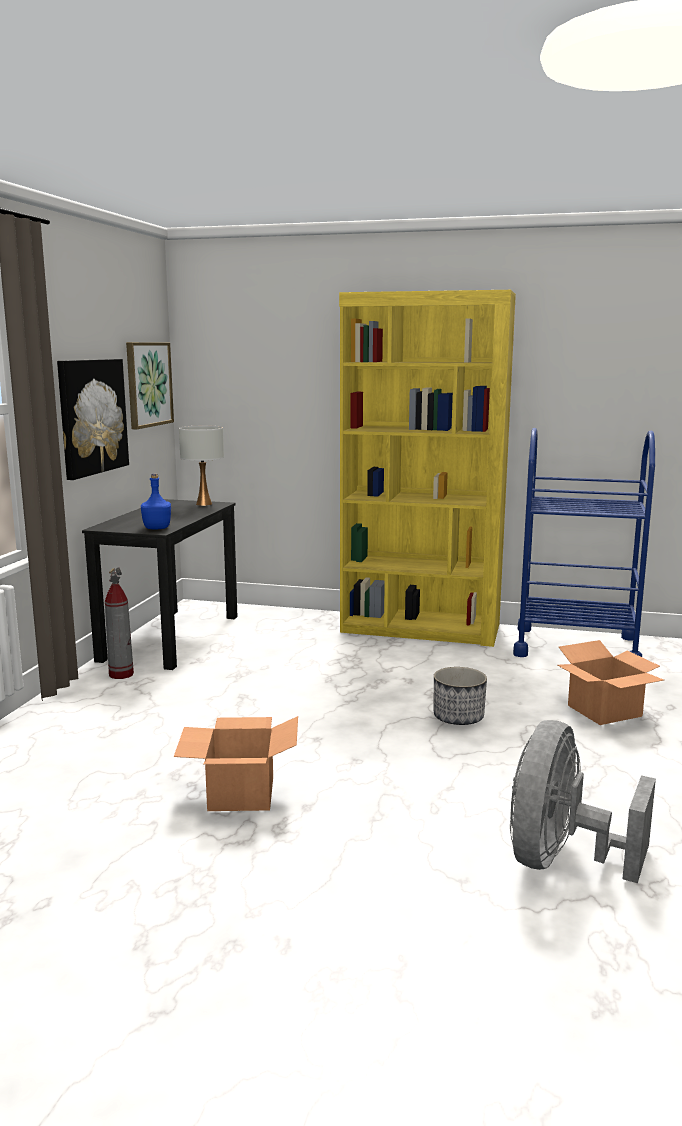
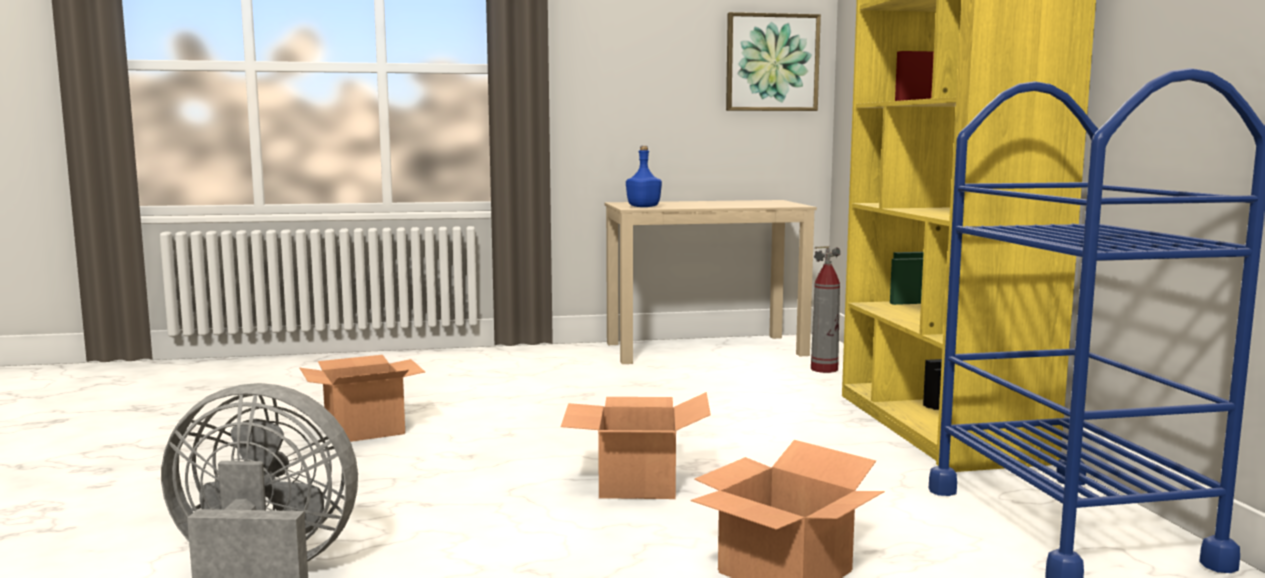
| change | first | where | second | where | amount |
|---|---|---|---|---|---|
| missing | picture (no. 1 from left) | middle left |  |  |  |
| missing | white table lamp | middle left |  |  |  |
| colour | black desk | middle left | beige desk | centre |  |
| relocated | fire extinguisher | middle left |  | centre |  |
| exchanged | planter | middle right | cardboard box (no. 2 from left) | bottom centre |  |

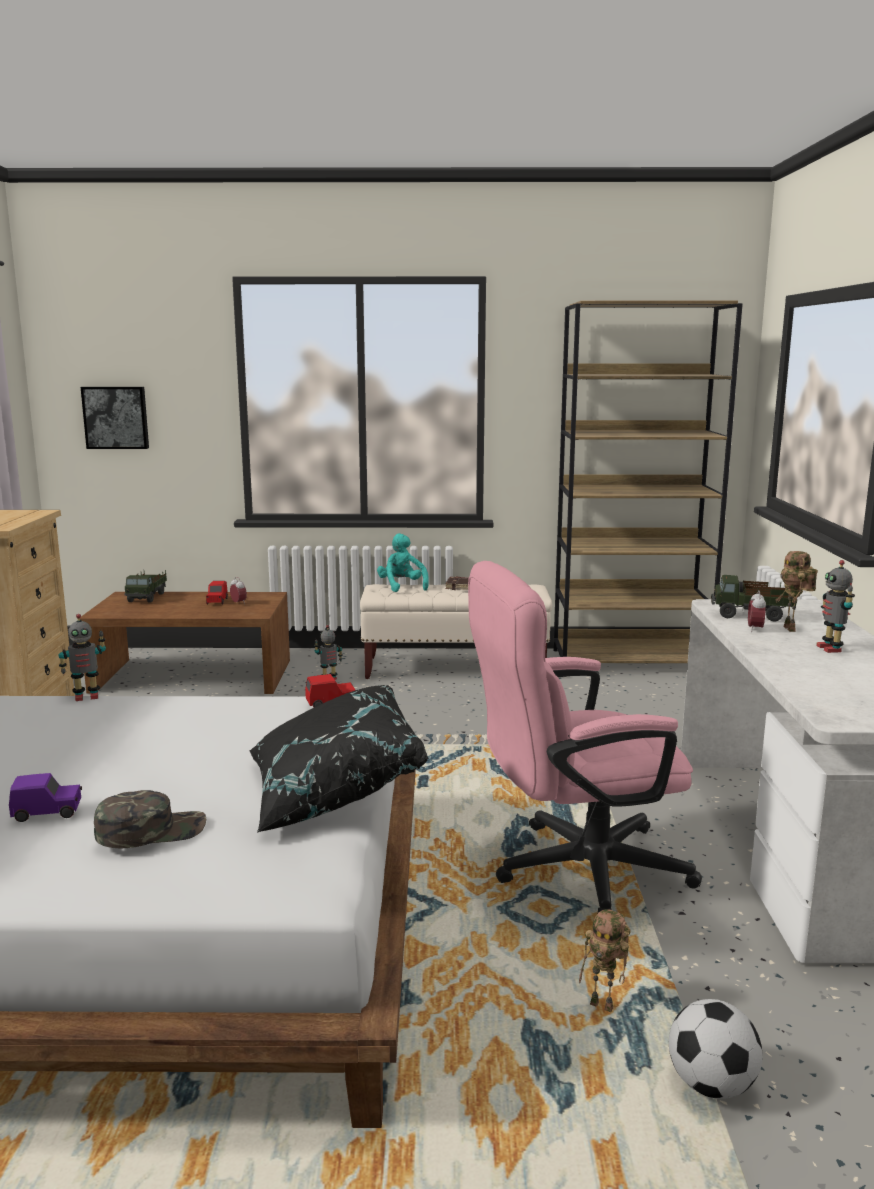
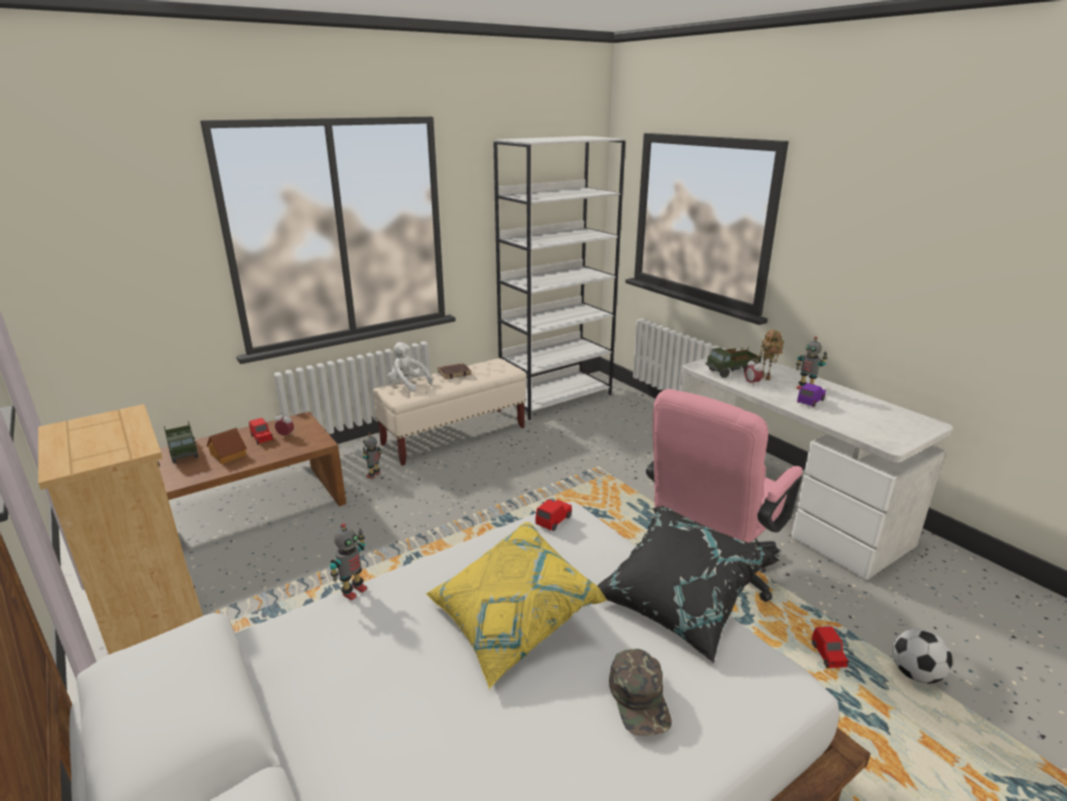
| change | first | where | second | where | amount |
|---|---|---|---|---|---|
| colour | brown bookcase | middle right | white bookcase | centre |  |
| missing | picture | middle left |  |  |  |
| colour | turquoise plush toy | centre | white plush toy | centre |  |
| relocated | purple toy car | bottom left |  | middle right |  |
| spun | green cap | bottom left |  | bottom centre | 135 degrees clockwise |
| exchanged | toy robot (no. 3 from left) | bottom right | red toy car (no. 3 from left) | bottom right |  |
| appeared |  |  | toy house | middle left |  |
| appeared |  |  | yellow pillow | bottom centre |  |

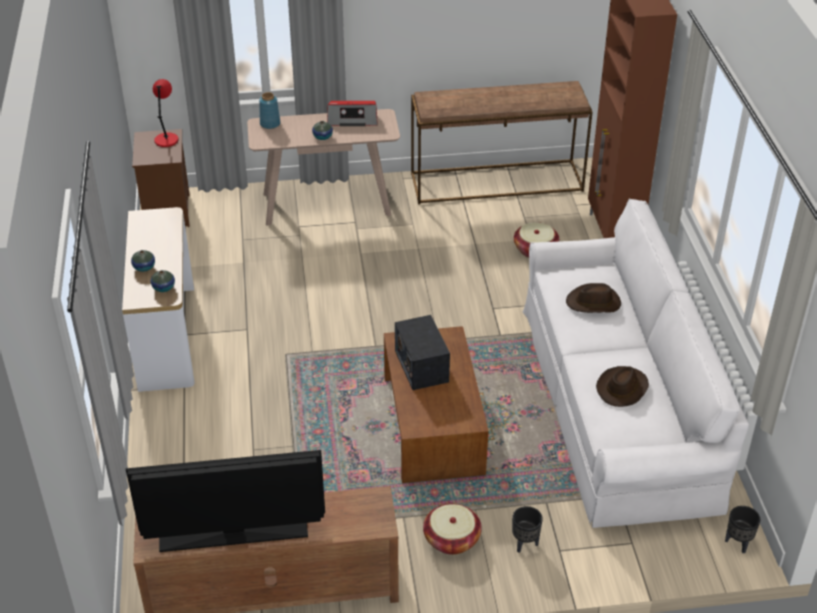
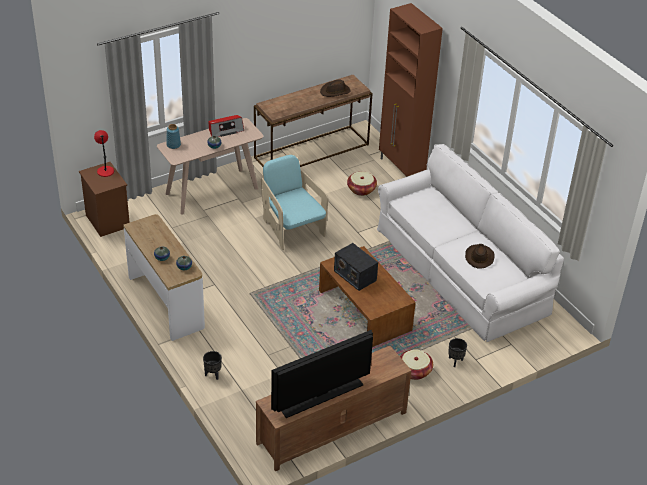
| change | first | where | second | where | amount |
|---|---|---|---|---|---|
| relocated | brown hat (no. 1 from left) | middle right |  | top centre |  |
| relocated | black planter (no. 2 from left in the first image) | bottom right | black planter (no. 1 from left) | bottom left |  |
| appeared |  |  | turquoise armchair | centre |  |

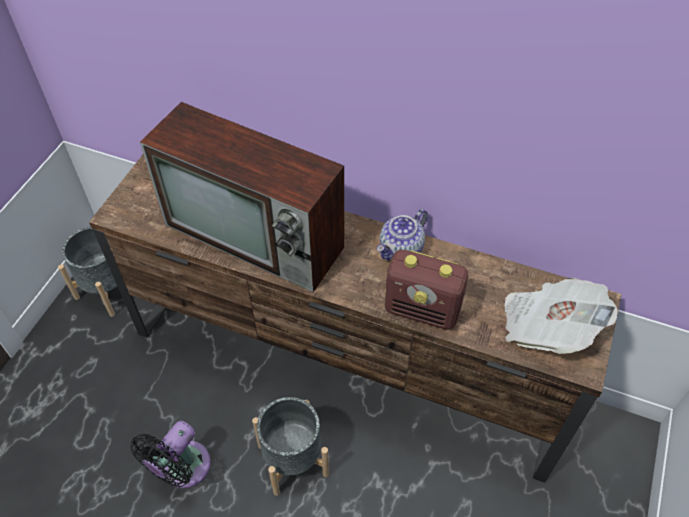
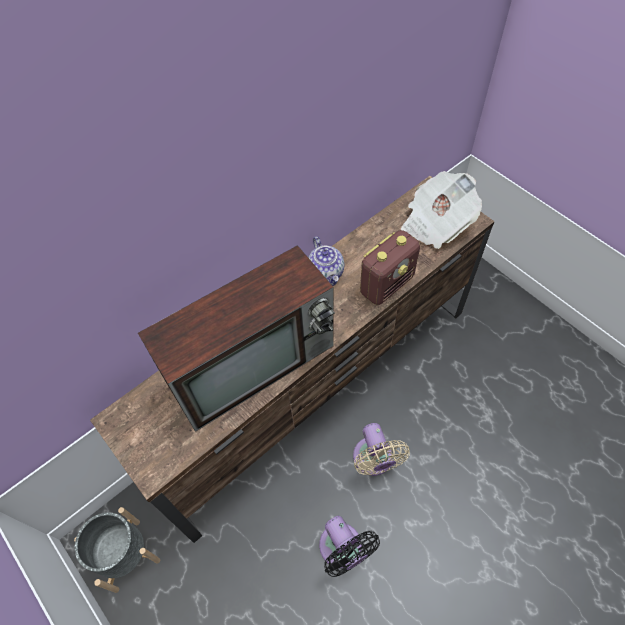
| change | first | where | second | where | amount |
|---|---|---|---|---|---|
| exchanged | grey planter (no. 2 from left) | bottom centre | beige fan | bottom centre |  |

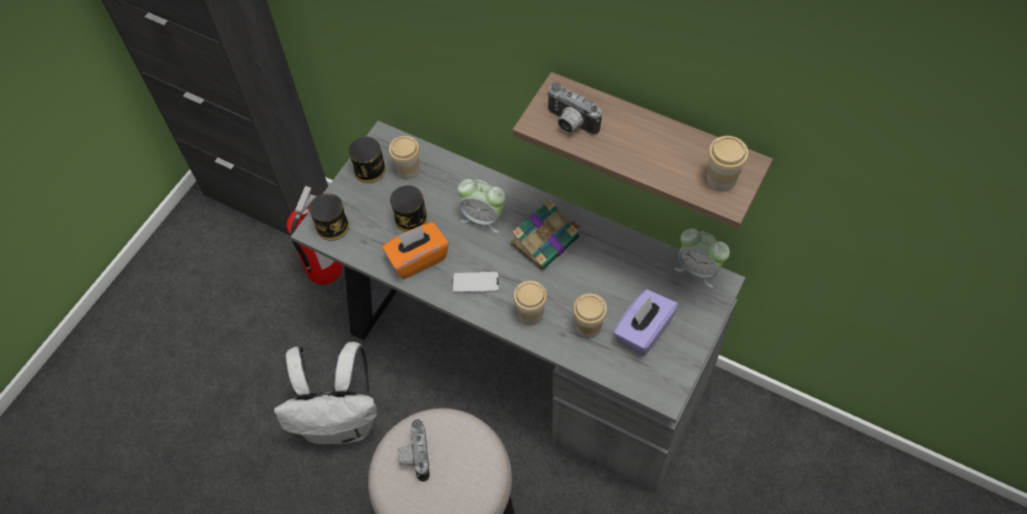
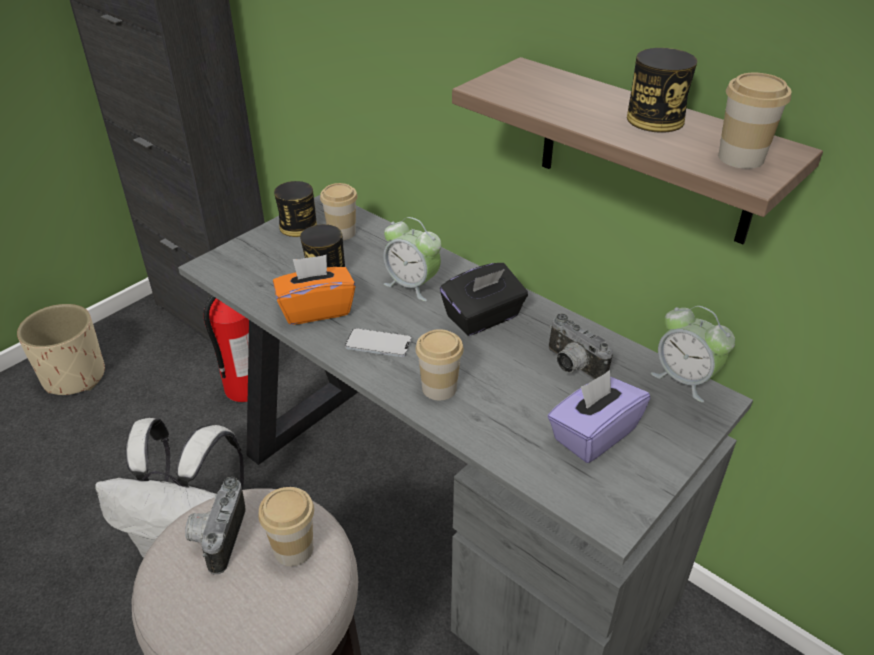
| change | first | where | second | where | amount |
|---|---|---|---|---|---|
| relocated | photo camera (no. 2 from left) | top centre |  | centre |  |
| relocated | can (no. 1 from left in the first image) | middle left | can (no. 3 from left) | top right |  |
| exchanged | book | centre | black tissue box | centre |  |
| relocated | cup (no. 3 from left in the first image) | centre | cup (no. 1 from left) | bottom left |  |
| appeared |  |  | beige planter | middle left |  |

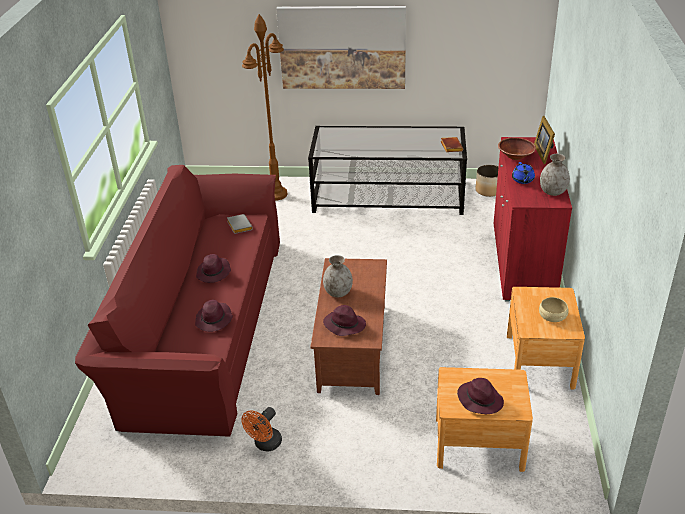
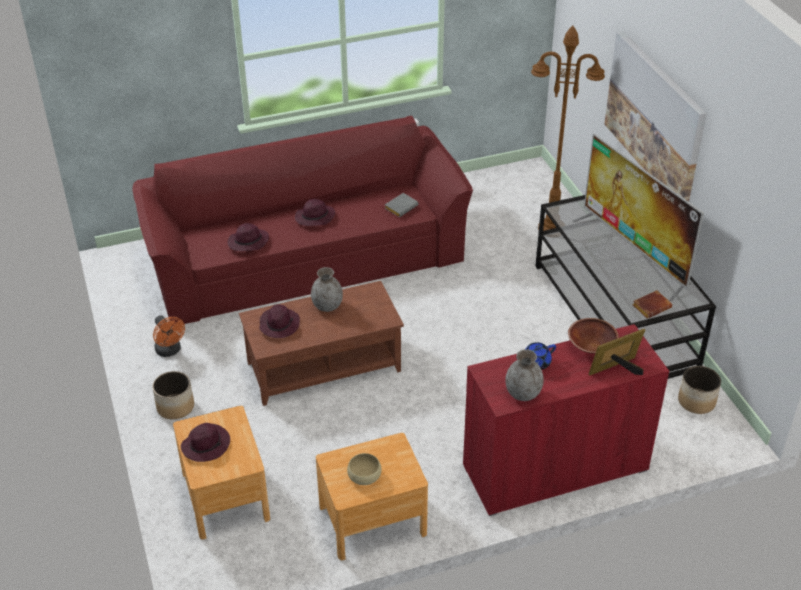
| change | first | where | second | where | amount |
|---|---|---|---|---|---|
| spun | orange fan | bottom centre |  | middle left | 135 degrees counterclockwise |
| appeared |  |  | television | middle right |  |
| appeared |  |  | planter (no. 1 from left) | bottom left |  |

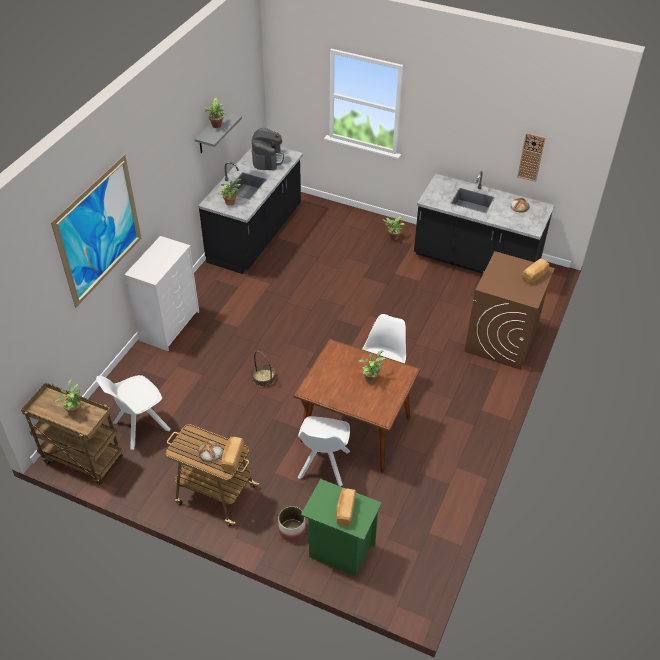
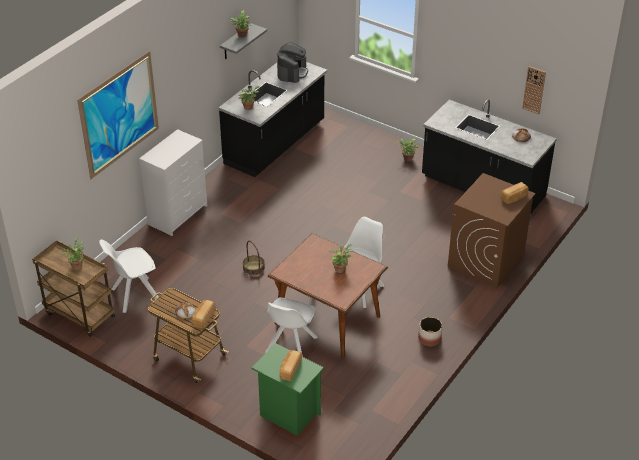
| change | first | where | second | where | amount |
|---|---|---|---|---|---|
| relocated | planter | bottom centre |  | bottom right |  |

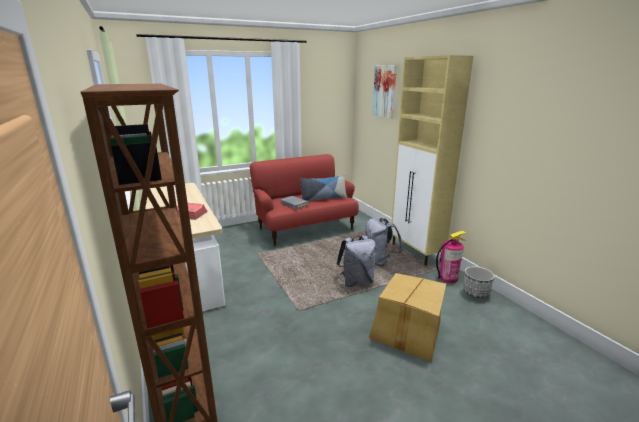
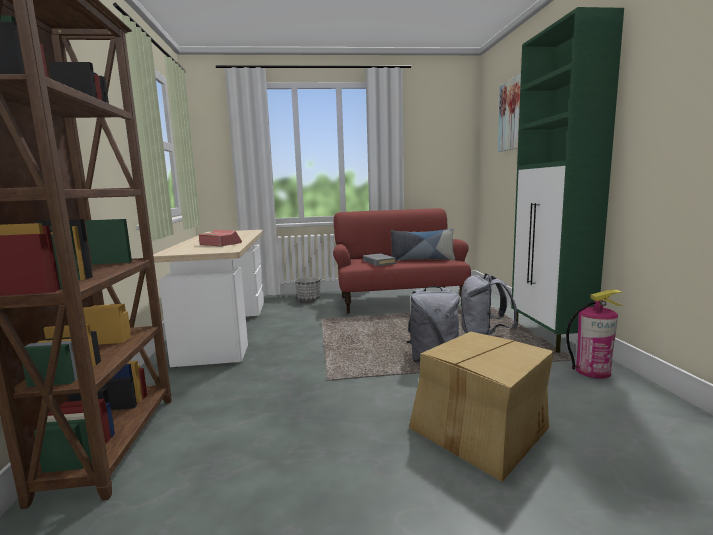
| change | first | where | second | where | amount |
|---|---|---|---|---|---|
| colour | beige cabinet | middle right | green cabinet | middle right |  |
| relocated | planter | bottom right |  | centre |  |

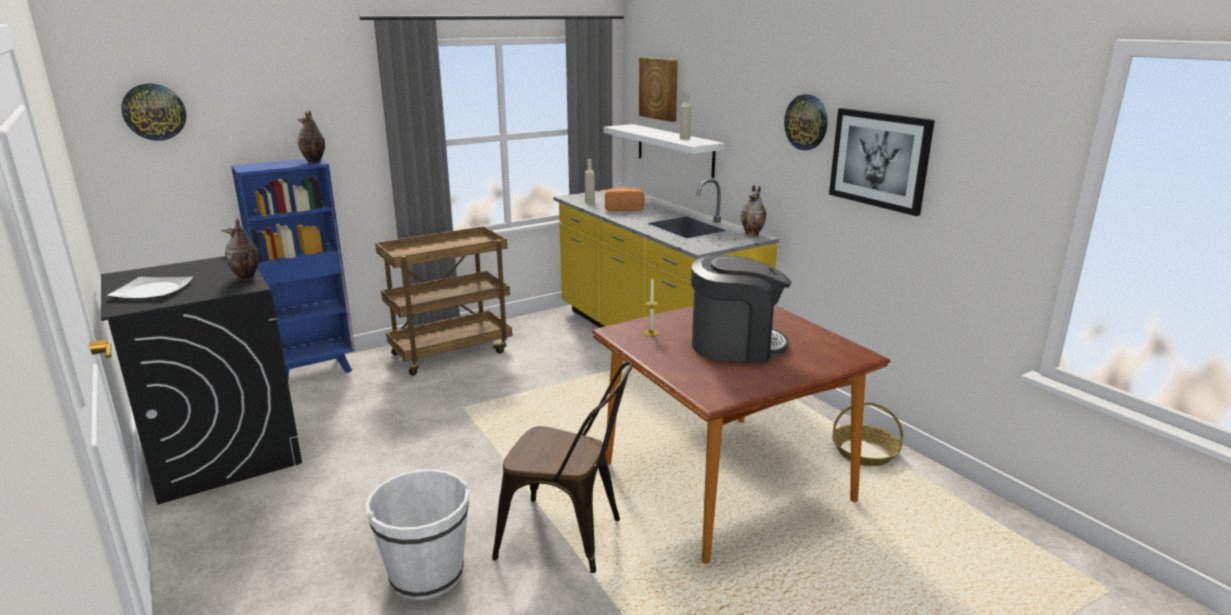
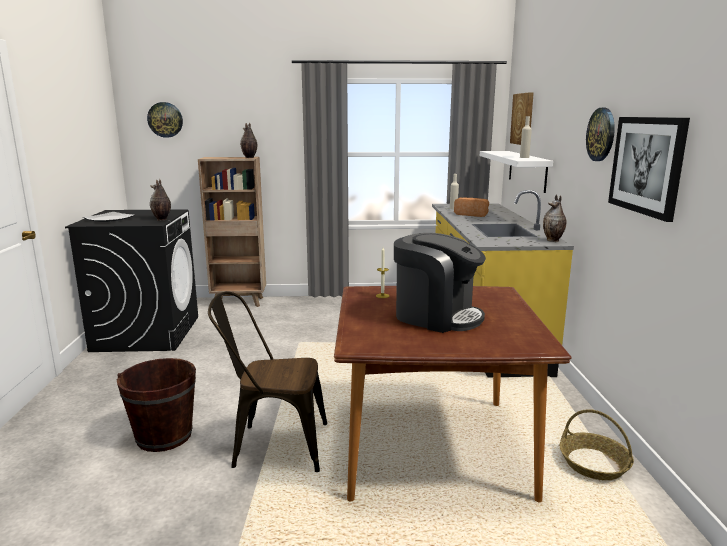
| change | first | where | second | where | amount |
|---|---|---|---|---|---|
| colour | blue bookcase | middle left | brown bookcase | middle left |  |
| missing | brown cart | centre |  |  |  |
| spun | brown chair | bottom centre |  | bottom centre | 135 degrees clockwise |
| colour | white bucket | bottom centre | brown bucket | bottom left |  |

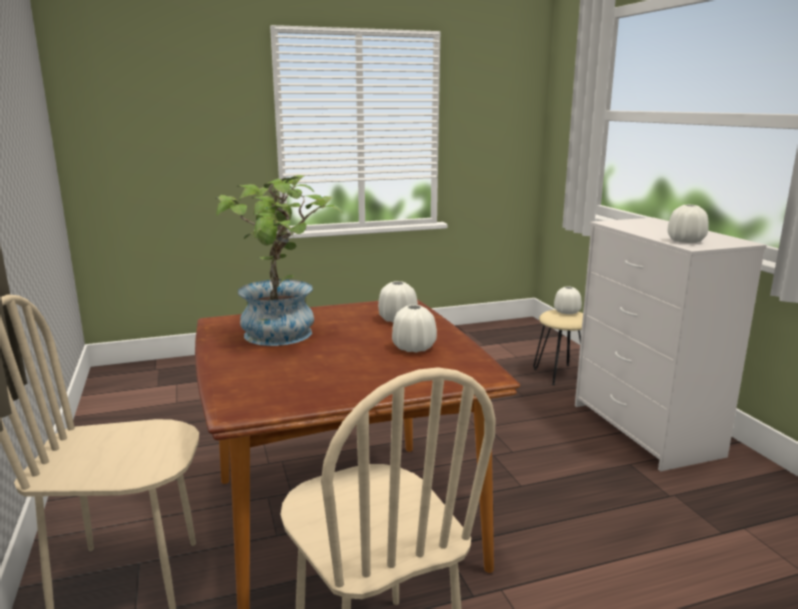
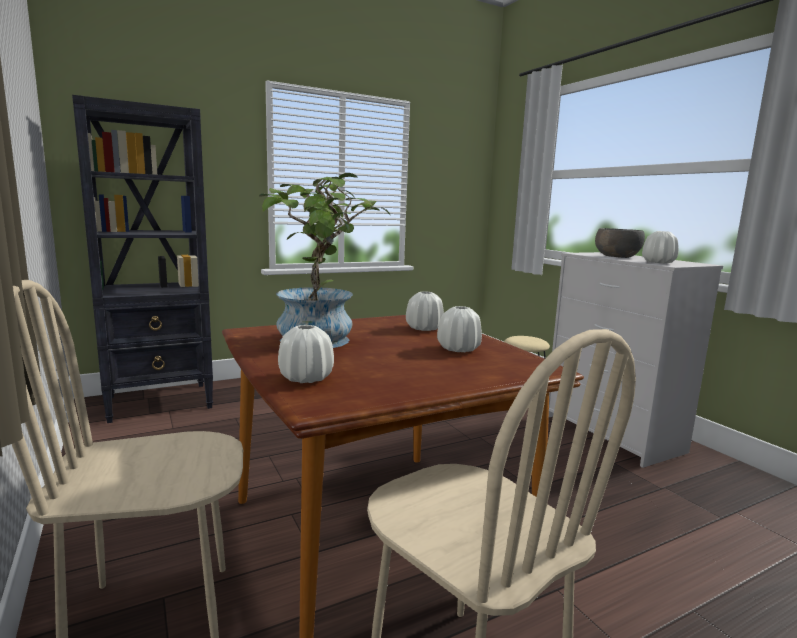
| change | first | where | second | where | amount |
|---|---|---|---|---|---|
| relocated | white vase (no. 3 from left in the first image) | middle right | white vase (no. 1 from left) | centre |  |
| appeared |  |  | black bookcase | middle left |  |
| appeared |  |  | grey bowl | middle right |  |

